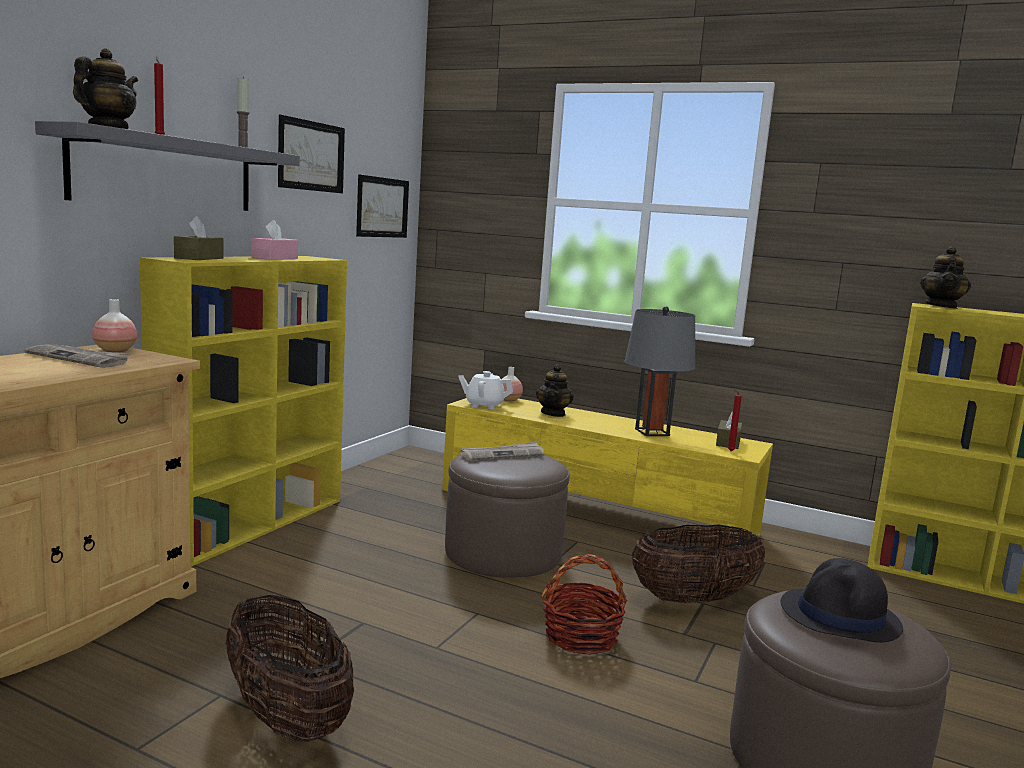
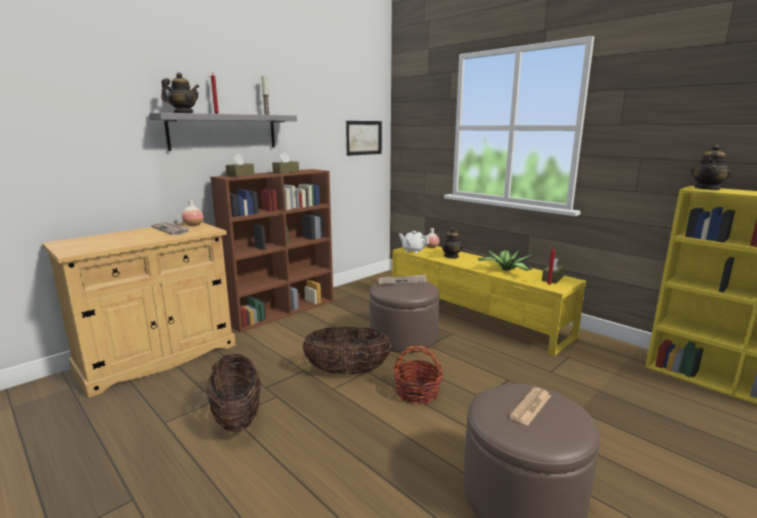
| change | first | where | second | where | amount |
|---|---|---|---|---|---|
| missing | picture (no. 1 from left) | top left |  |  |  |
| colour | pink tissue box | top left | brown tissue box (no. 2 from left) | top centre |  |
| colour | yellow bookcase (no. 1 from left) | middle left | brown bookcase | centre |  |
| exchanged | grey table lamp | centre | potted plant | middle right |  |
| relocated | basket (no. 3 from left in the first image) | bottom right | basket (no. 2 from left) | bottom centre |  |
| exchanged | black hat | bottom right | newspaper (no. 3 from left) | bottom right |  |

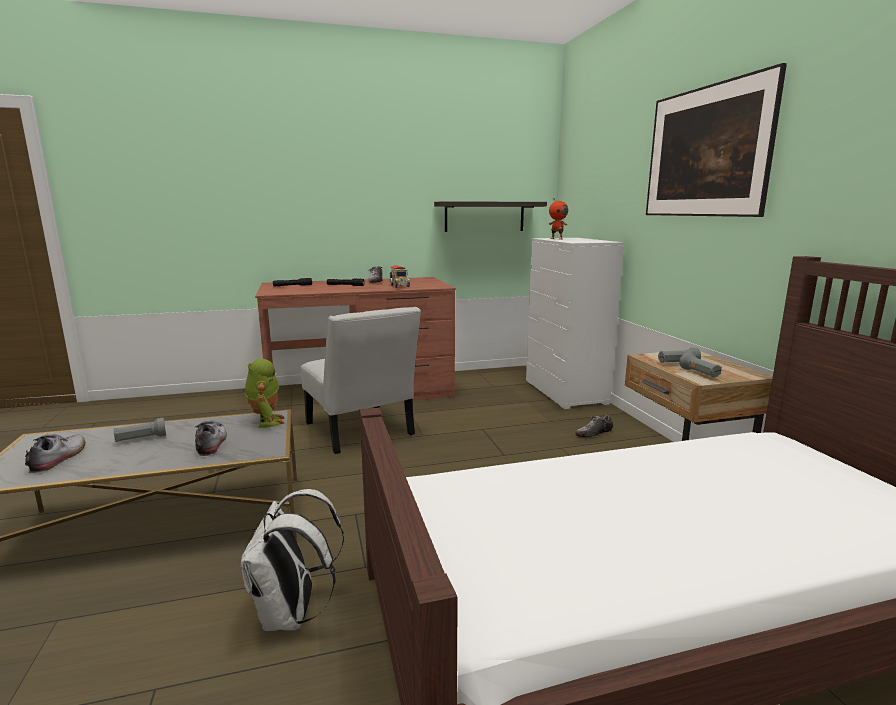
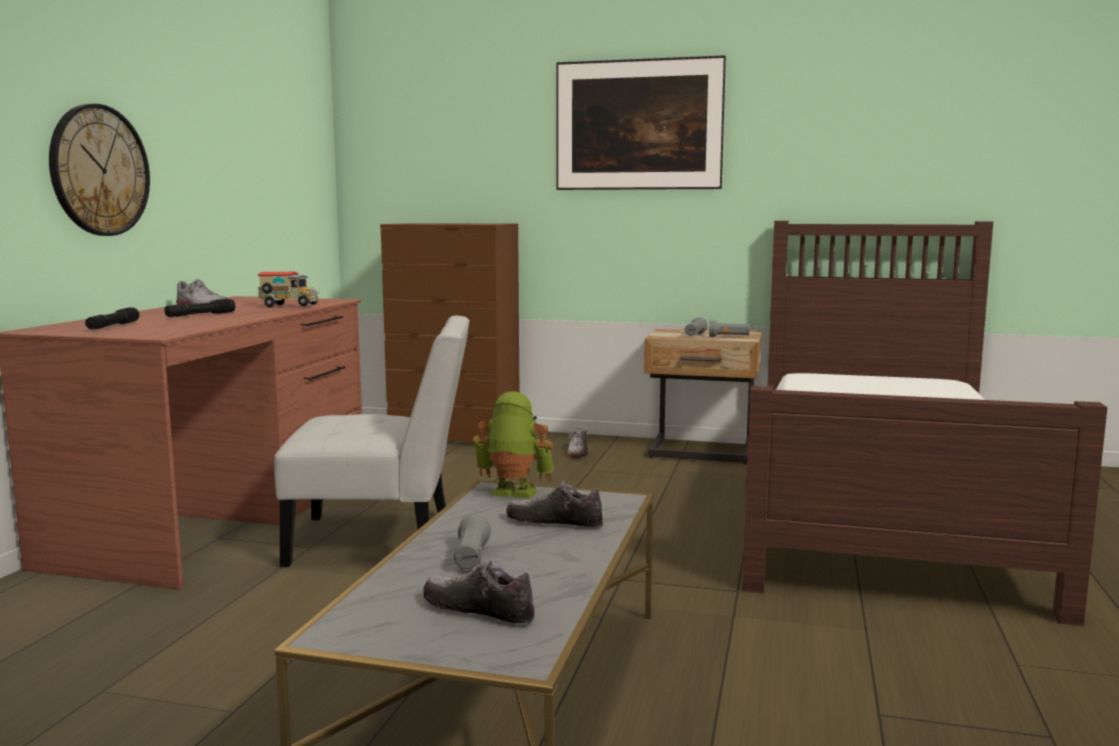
| change | first | where | second | where | amount |
|---|---|---|---|---|---|
| missing | toy robot (no. 2 from left) | top centre |  |  |  |
| missing | shelf | top centre |  |  |  |
| colour | white dresser | centre | brown dresser | centre |  |
| missing | white backpack | bottom left |  |  |  |
| appeared |  |  | wall clock | top left |  |

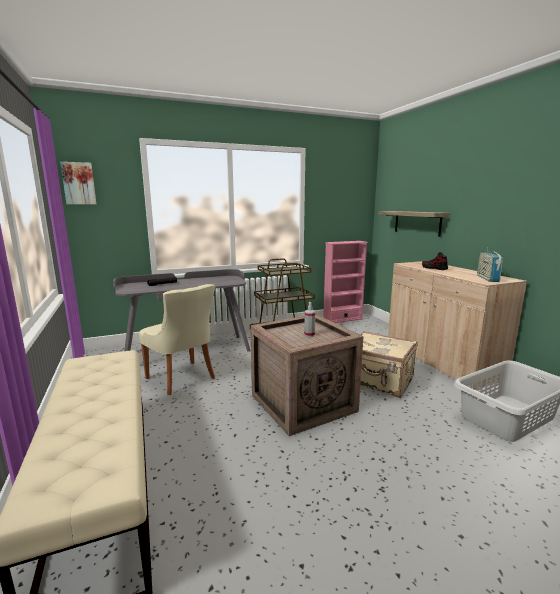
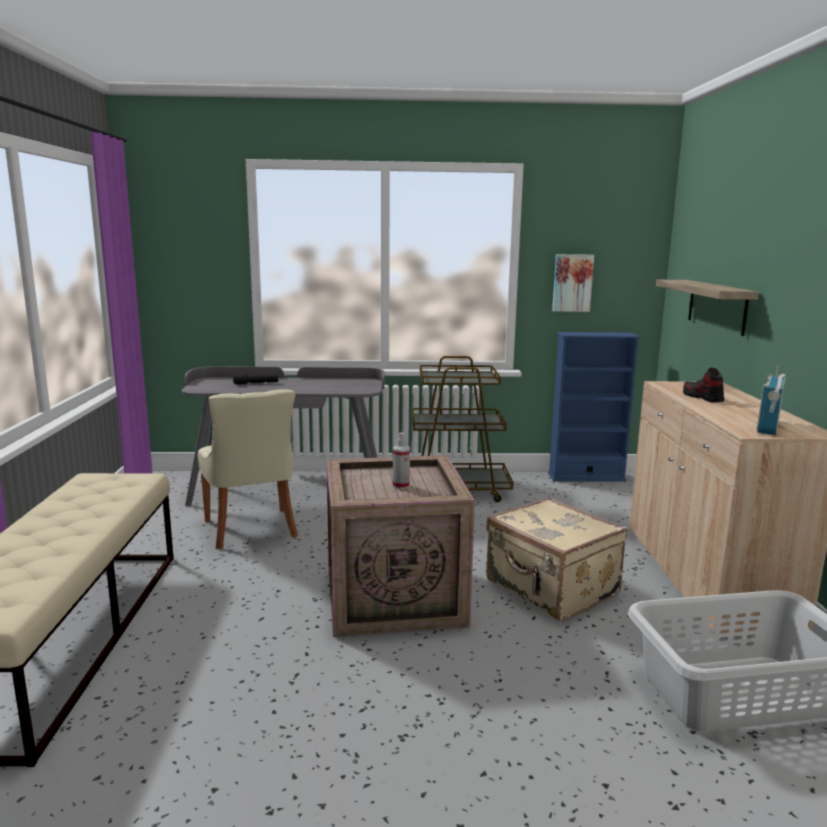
| change | first | where | second | where | amount |
|---|---|---|---|---|---|
| relocated | picture | top left |  | middle right |  |
| colour | pink bookcase | centre | blue bookcase | middle right |  |

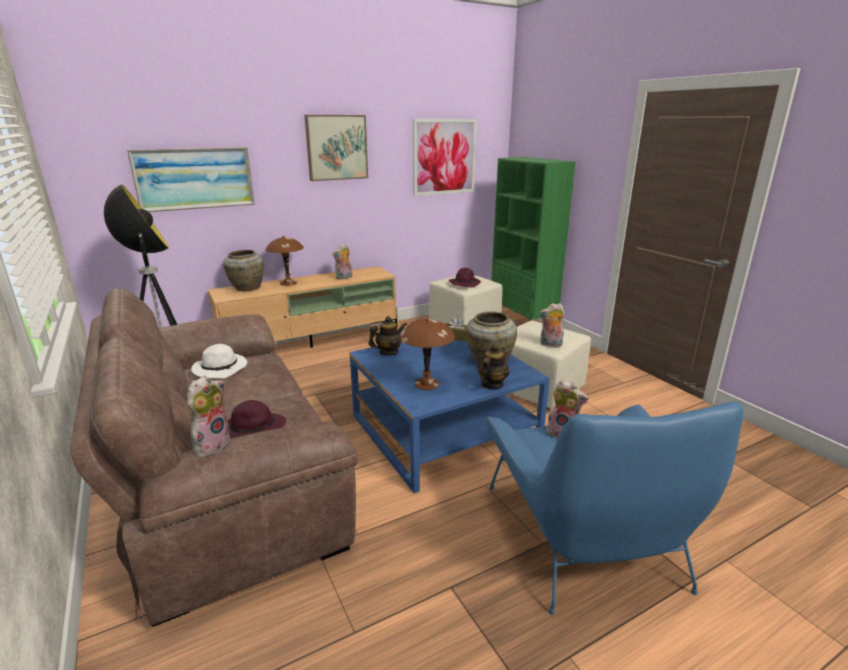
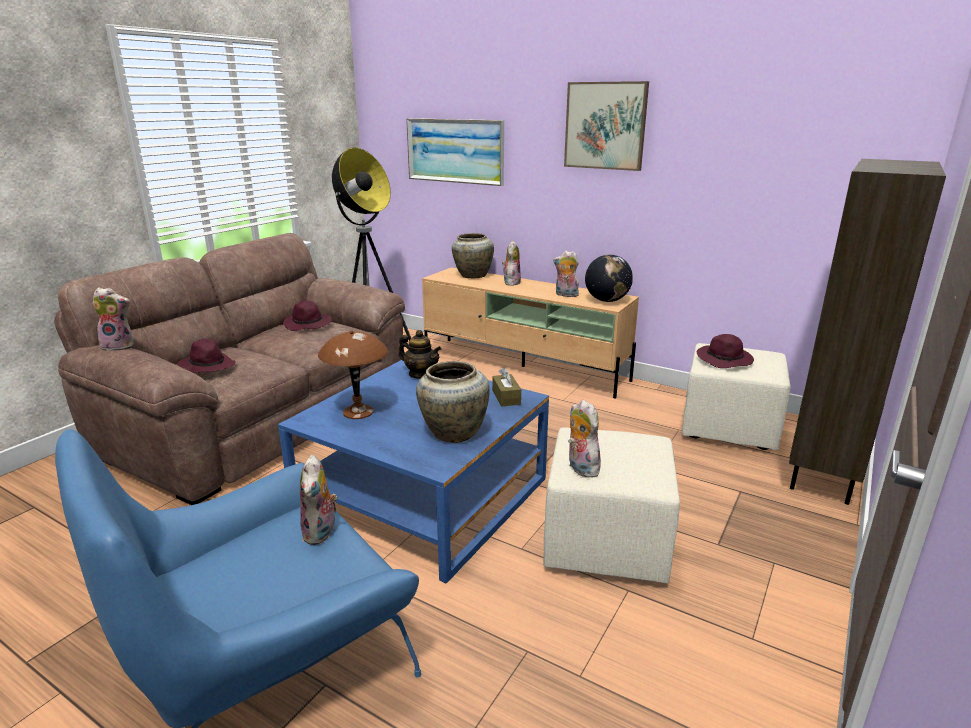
| change | first | where | second | where | amount |
|---|---|---|---|---|---|
| missing | picture (no. 3 from left) | top centre |  |  |  |
| colour | green bookcase | centre | brown bookcase | middle right |  |
| exchanged | brown table lamp (no. 1 from left) | centre | plush toy (no. 3 from left) | centre |  |
| colour | white hat | middle left | purple hat (no. 2 from left) | middle left |  |
| missing | teapot (no. 2 from left) | centre |  |  |  |
| appeared |  |  | globe | centre |  |

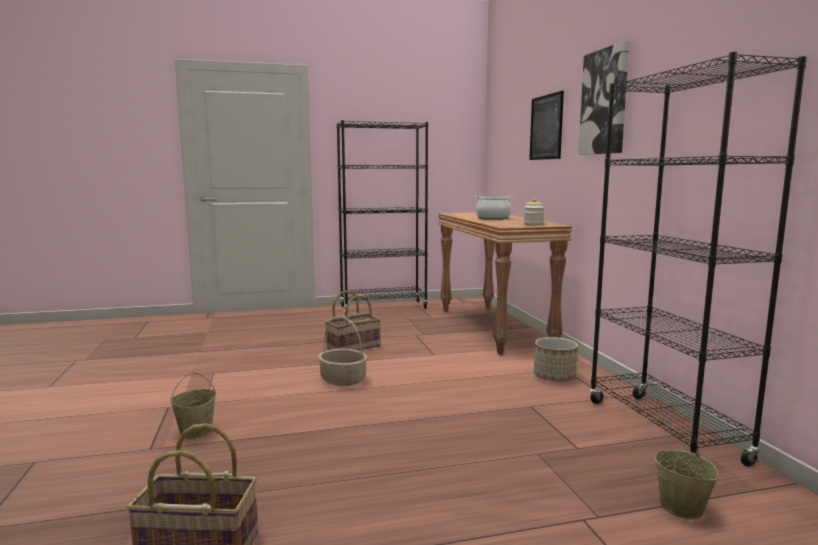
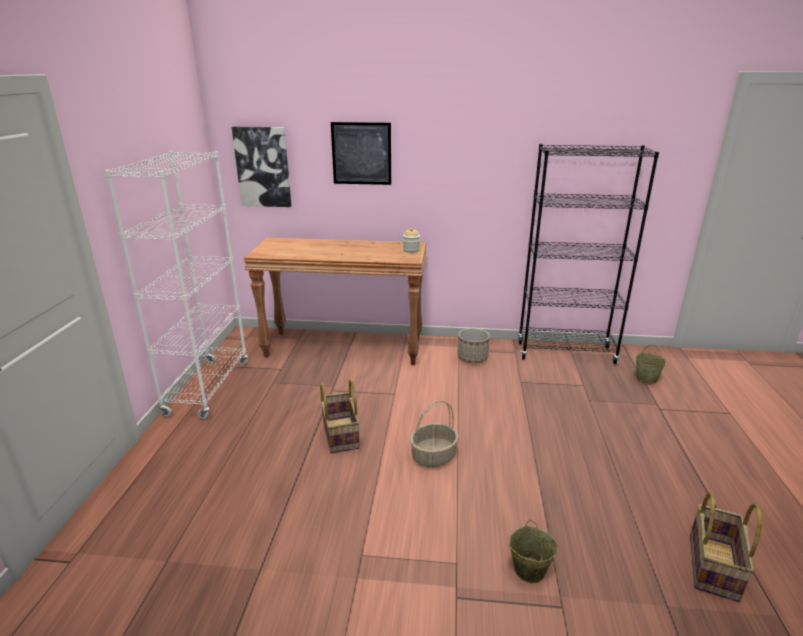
| change | first | where | second | where | amount |
|---|---|---|---|---|---|
| relocated | picture (no. 2 from left in the first image) | top right | picture (no. 1 from left) | top left |  |
| colour | black bookcase (no. 1 from left) | centre | white bookcase | middle left |  |
| missing | cooking pot | centre |  |  |  |

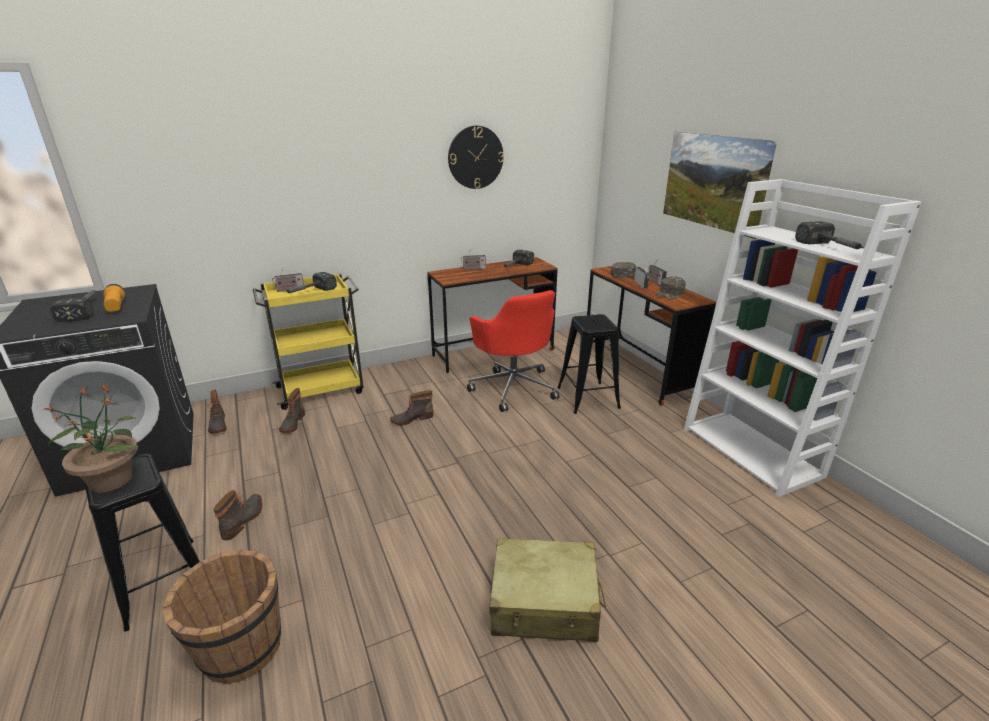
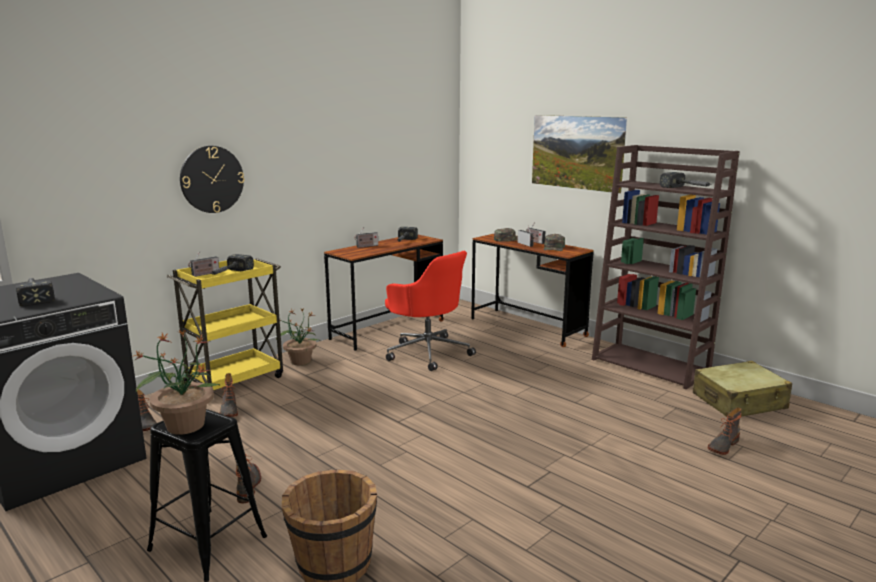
| change | first | where | second | where | amount |
|---|---|---|---|---|---|
| relocated | wall clock | top centre |  | top left |  |
| colour | white bookcase | middle right | brown bookcase | middle right |  |
| missing | flashlight | middle left |  |  |  |
| missing | black stool (no. 2 from left) | centre |  |  |  |
| relocated | boot (no. 4 from left) | centre |  | bottom right |  |
| relocated | beige suitcase | bottom centre |  | bottom right |  |
| appeared |  |  | potted plant (no. 2 from left) | centre |  |

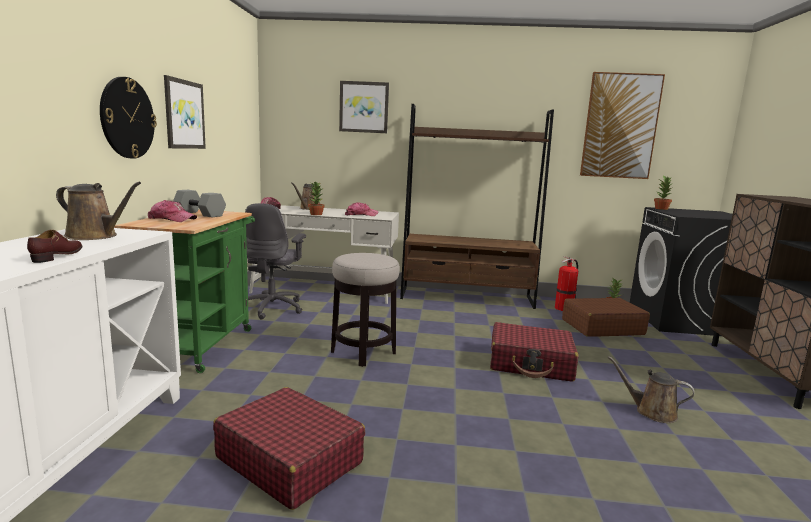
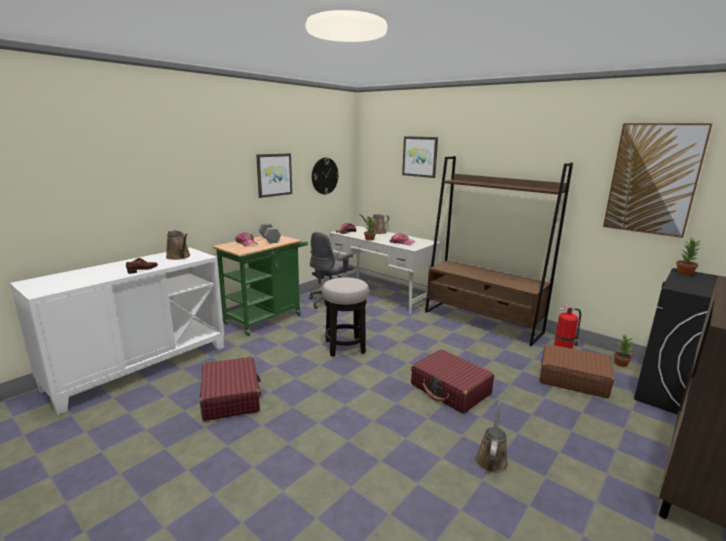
| change | first | where | second | where | amount |
|---|---|---|---|---|---|
| relocated | wall clock | top left |  | top centre |  |
| spun | brown watering can (no. 3 from left) | bottom right |  | bottom right | 45 degrees clockwise |

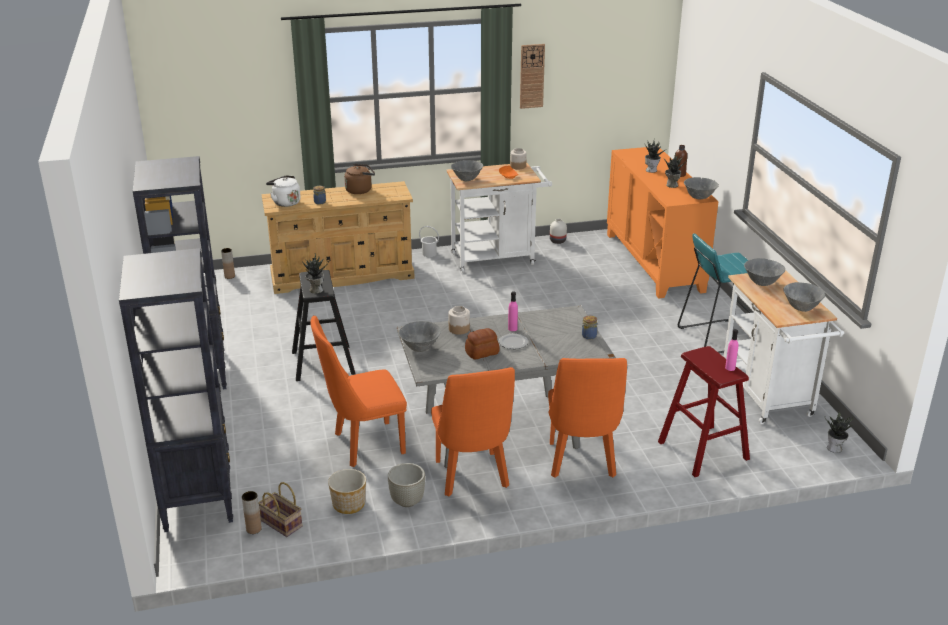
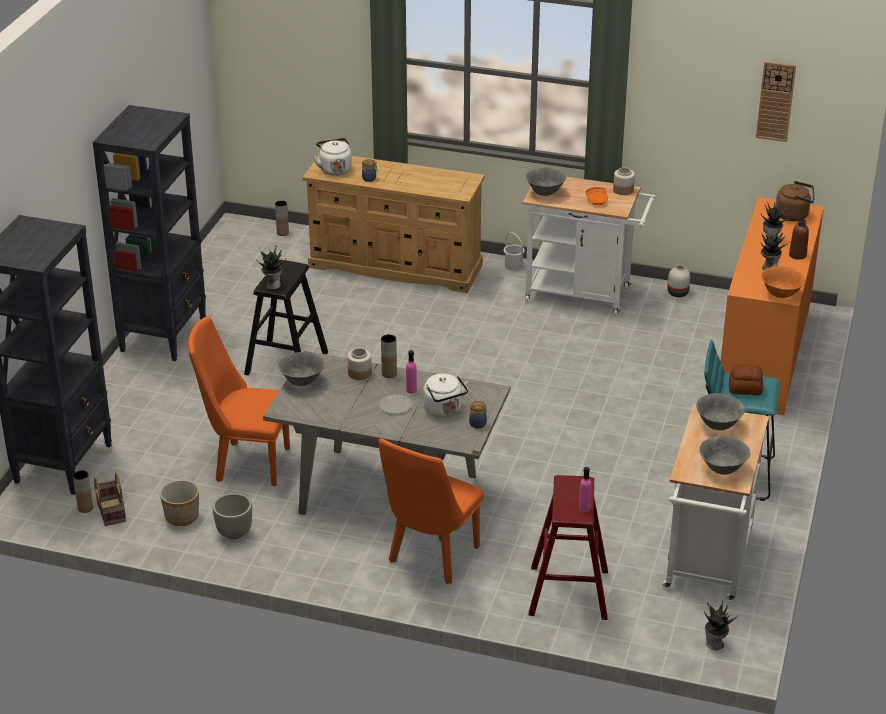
| change | first | where | second | where | amount |
|---|---|---|---|---|---|
| relocated | wall clock | top centre |  | top right |  |
| relocated | brown kettle | top centre |  | top right |  |
| colour | grey bowl (no. 3 from left) | top right | orange bowl | middle right |  |
| relocated | bread | centre |  | middle right |  |
| missing | orange chair (no. 2 from left) | bottom centre |  |  |  |
| appeared |  |  | brown vase (no. 3 from left) | centre |  |
| appeared |  |  | white kettle (no. 2 from left) | centre |  |

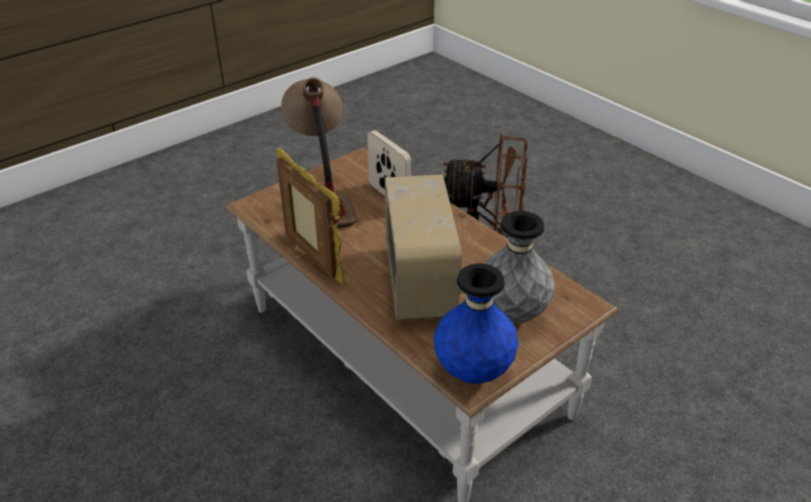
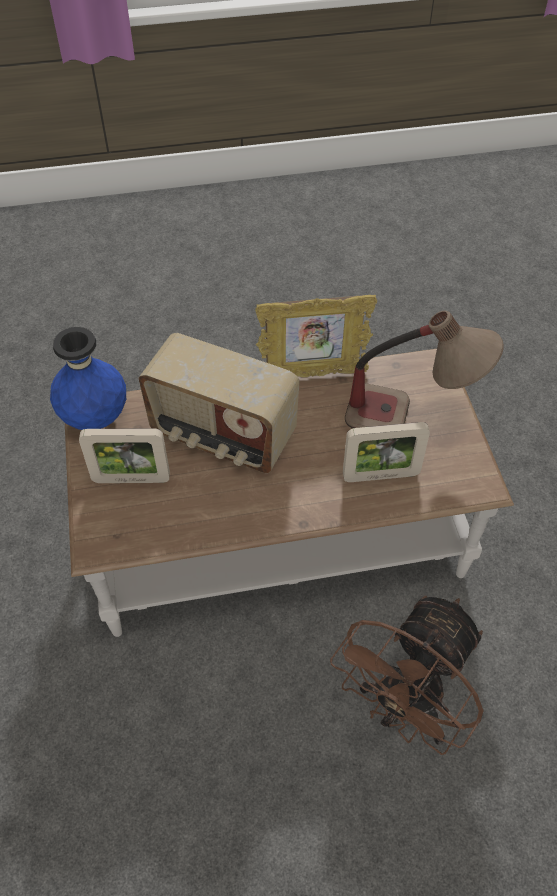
| change | first | where | second | where | amount |
|---|---|---|---|---|---|
| exchanged | grey vase | centre | picture frame (no. 1 from left) | middle left |  |

